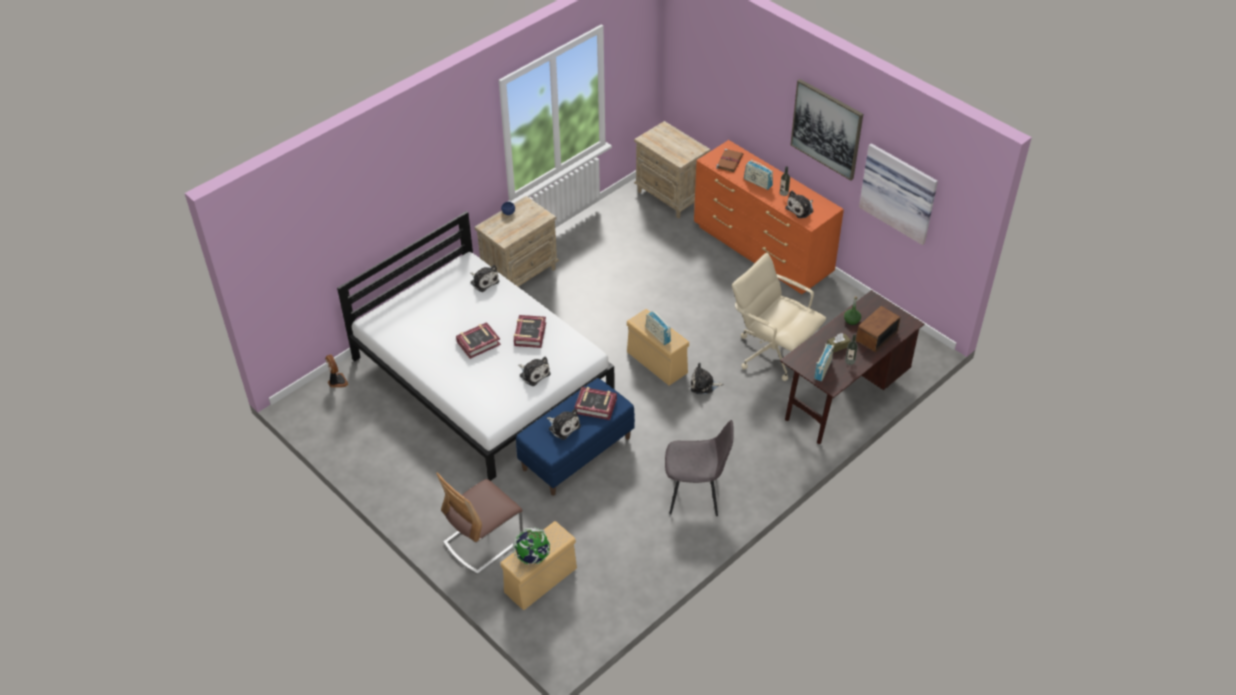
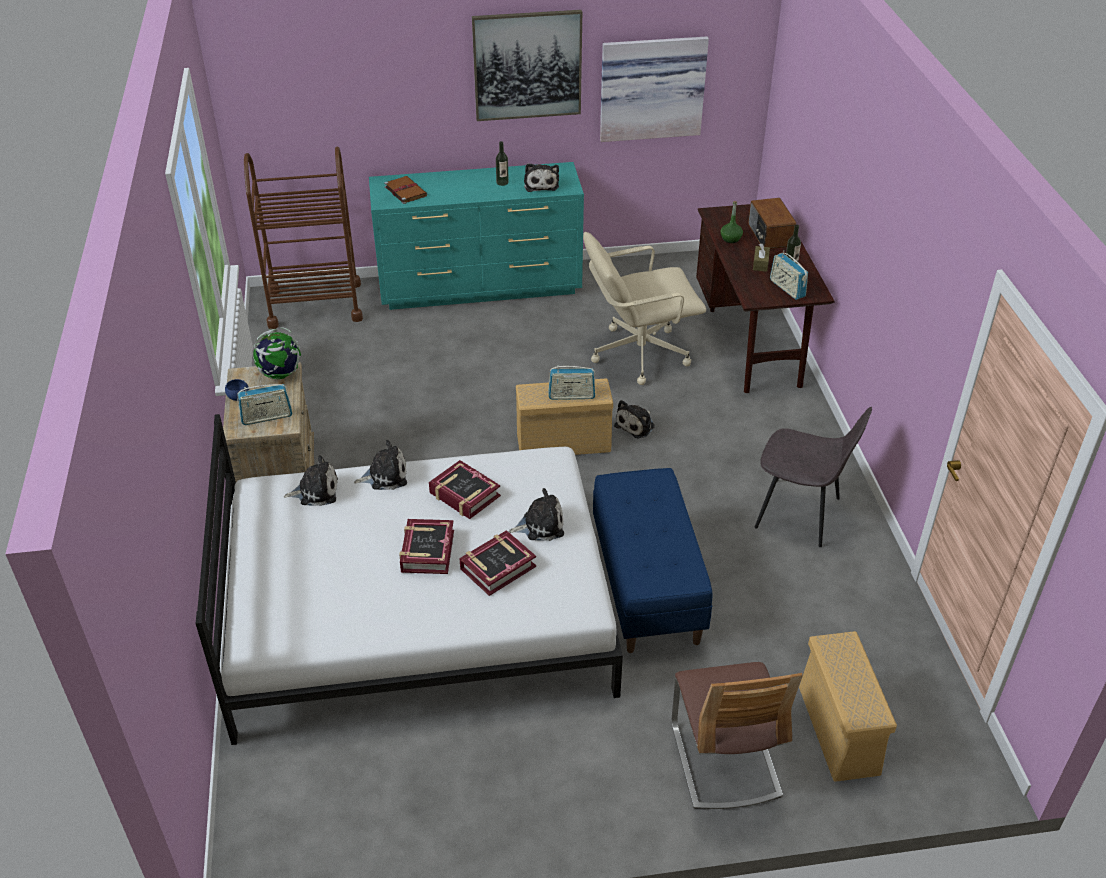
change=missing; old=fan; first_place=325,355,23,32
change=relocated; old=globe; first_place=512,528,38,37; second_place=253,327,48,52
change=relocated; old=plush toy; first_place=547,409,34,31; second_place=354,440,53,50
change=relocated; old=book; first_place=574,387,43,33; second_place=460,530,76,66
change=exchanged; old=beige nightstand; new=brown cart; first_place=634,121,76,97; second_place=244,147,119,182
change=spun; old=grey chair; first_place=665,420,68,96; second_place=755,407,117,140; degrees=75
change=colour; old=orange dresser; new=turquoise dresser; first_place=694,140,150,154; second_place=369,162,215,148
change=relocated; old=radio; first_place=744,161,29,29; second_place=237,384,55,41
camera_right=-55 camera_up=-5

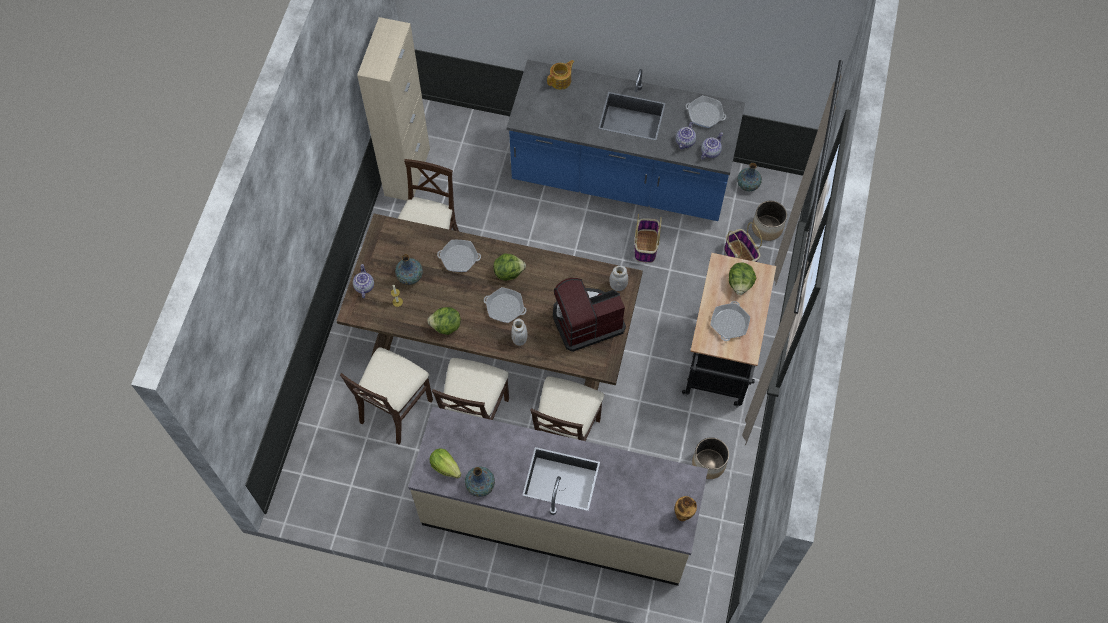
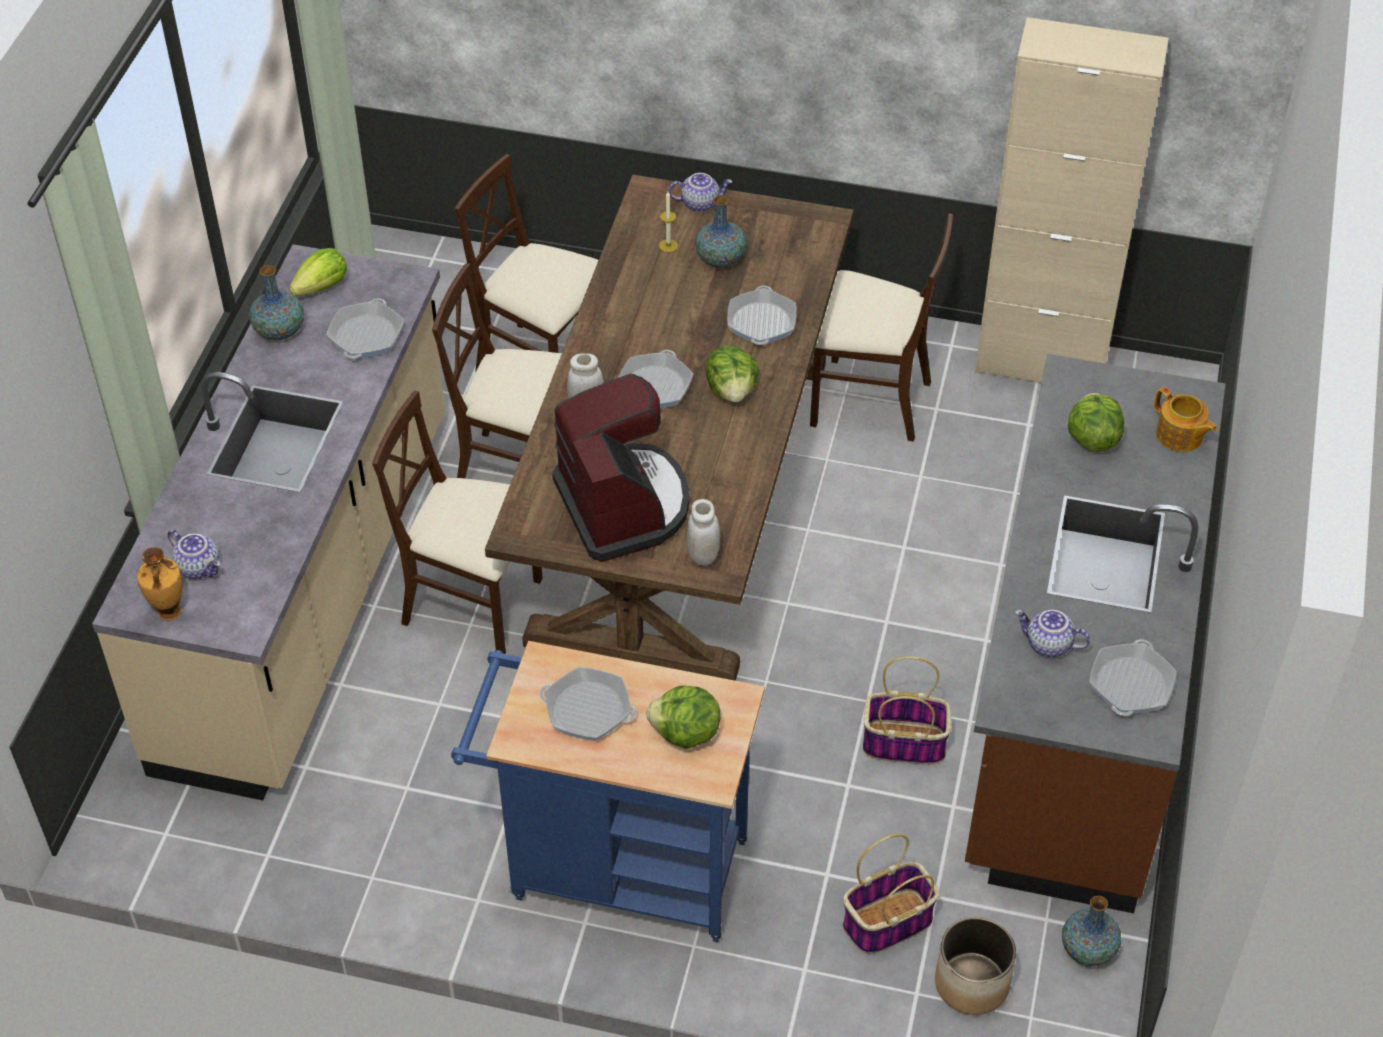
change=relocated; old=lettuce; first_place=427,307,34,28; second_place=1068,393,56,58
change=colour; old=blue counter; new=brown counter; first_place=507,60,238,161; second_place=965,354,261,559
change=colour; old=black cart; new=blue cart; first_place=682,253,94,155; second_place=451,641,314,301
change=missing; old=planter; first_place=692,437,37,42
change=relocated; old=teapot; first_place=701,132,22,27; second_place=167,529,54,50
change=appeared; new=frying pan; second_place=326,298,78,61
camera_right=90 camera_up=-15

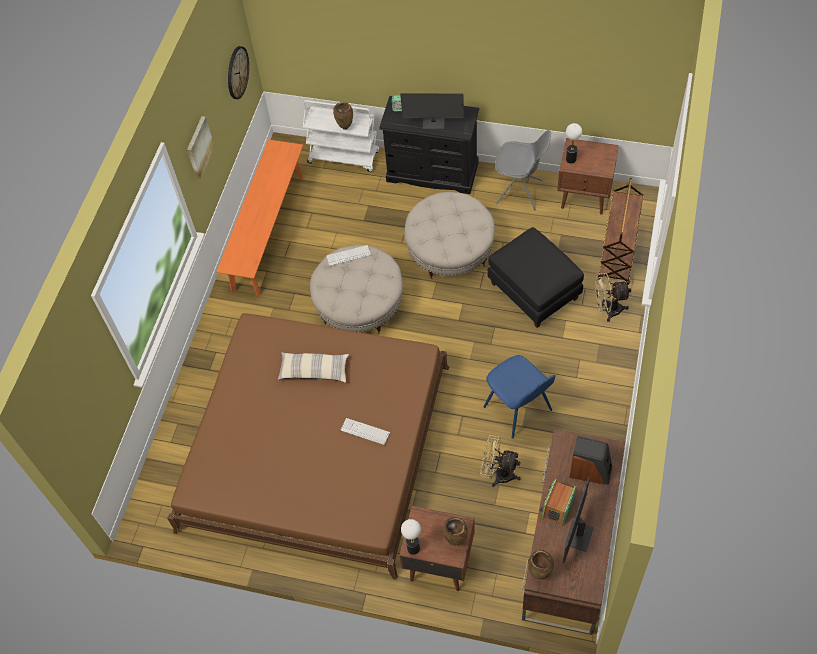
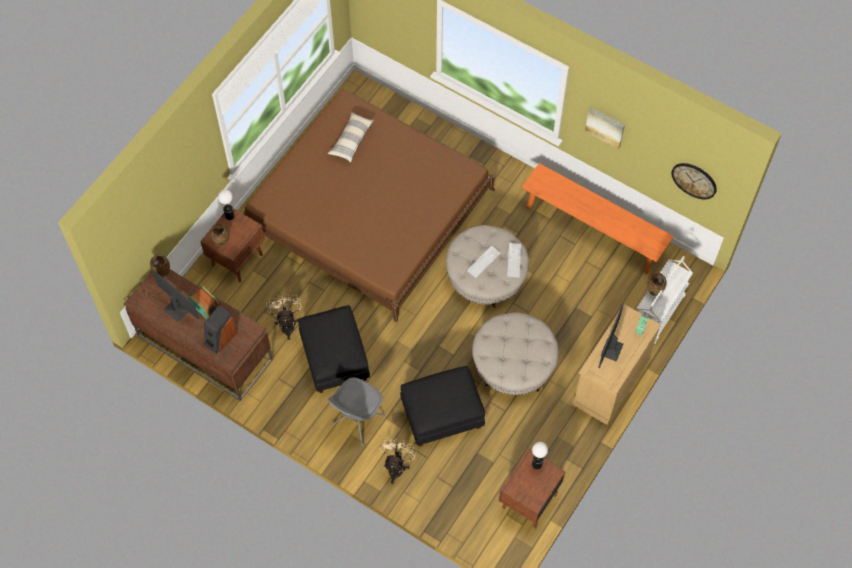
change=relocated; old=pillow; first_place=278,352,71,31; second_place=328,112,46,50
change=relocated; old=keyboard; first_place=340,418,50,27; second_place=467,245,33,33
change=colour; old=black dresser; new=beige dresser; first_place=379,96,100,98; second_place=572,304,89,121
change=spun; old=beige fan; first_place=480,435,41,52; second_place=266,293,36,47; degrees=-45
change=exchanged; old=blue chair; new=black ottoman; first_place=484,355,72,84; second_place=298,305,72,88
change=relocated; old=grey chair; first_place=495,130,56,81; second_place=328,377,57,69
change=missing; old=brown cart; first_place=598,178,46,107
camera_right=105 camera_up=5

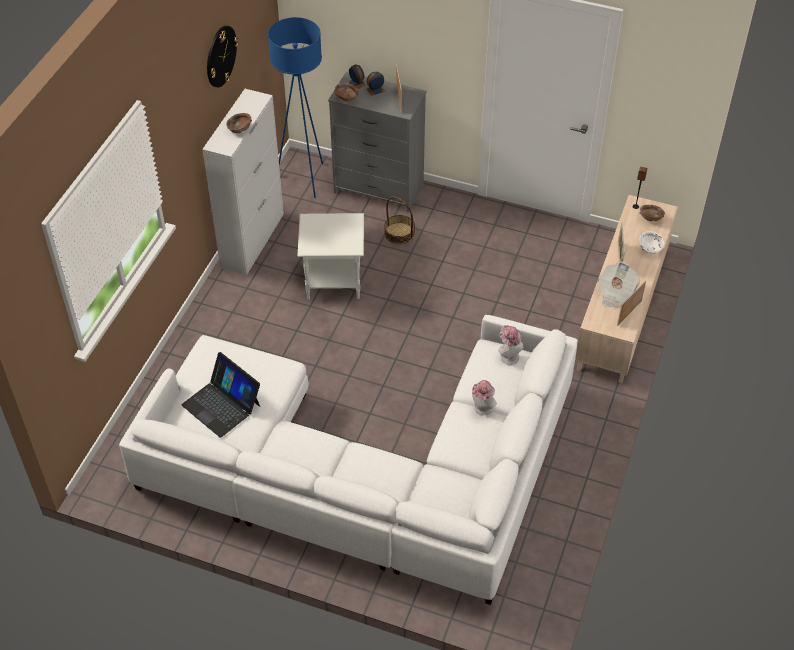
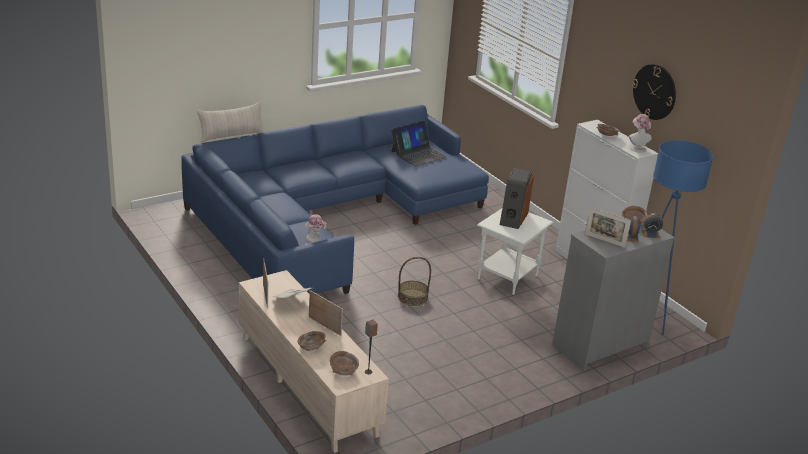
change=colour; old=white sofa; new=blue sofa; first_place=119,315,458,290; second_place=181,105,308,189
change=spun; old=laptop; first_place=181,352,79,86; second_place=391,121,56,46; degrees=150
change=relocated; old=basket; first_place=384,196,31,48; second_place=398,257,33,49
change=relocated; old=hat; first_place=472,380,25,35; second_place=629,114,23,39
change=colour; old=white bowl; new=brown bowl; first_place=639,231,25,23; second_place=298,331,28,20
change=appeared; new=beige pillow; second_place=197,102,67,41
change=appeared; new=speaker; second_place=500,168,34,61
camera_right=125 camera_up=-20

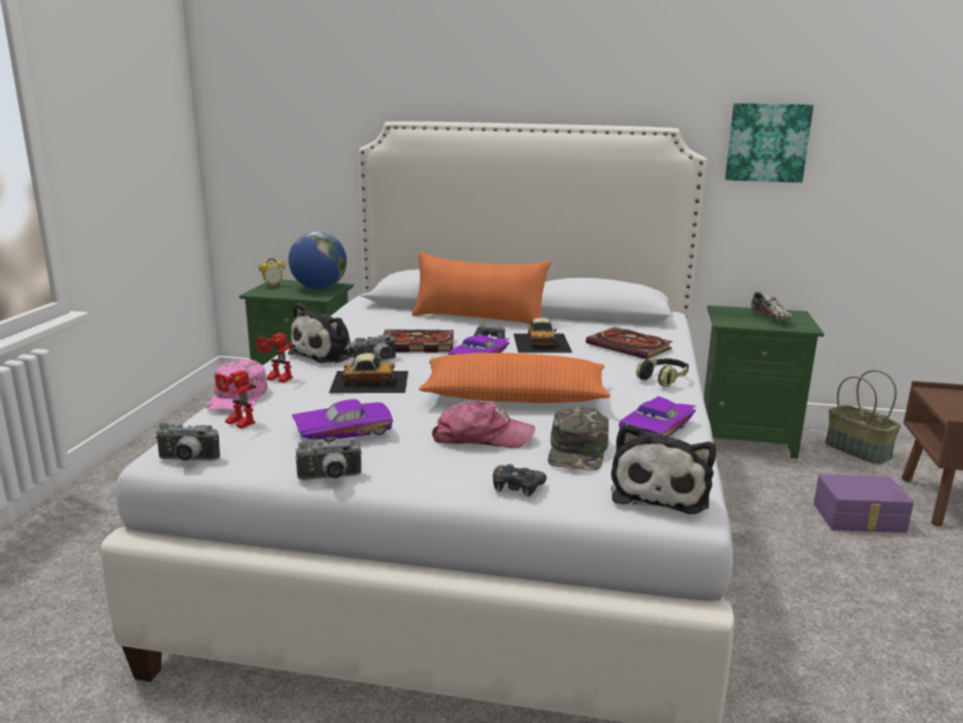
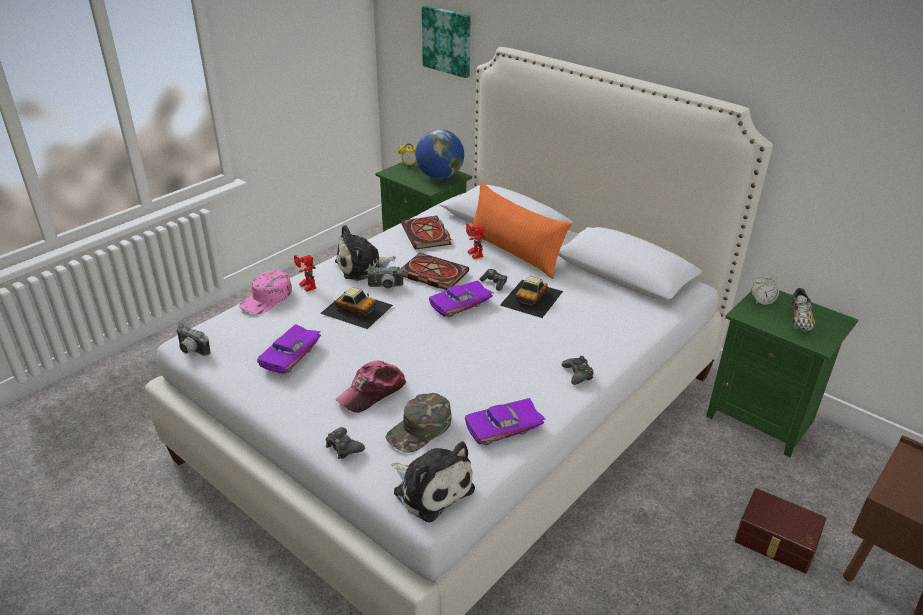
change=relocated; old=toy robot; first_place=215,370,41,59; second_place=466,224,19,35
change=spun; old=purple toy car; first_place=292,399,101,43; second_place=257,324,64,50; degrees=105
change=missing; old=photo camera; first_place=295,439,67,41
change=missing; old=orange pillow; first_place=419,353,191,50
change=spun; old=cap; first_place=432,401,103,47; second_place=336,361,70,52; degrees=105
change=relocated; old=book; first_place=586,327,87,32; second_place=401,216,51,34
change=spun; old=plush toy; first_place=611,423,105,91; second_place=392,441,83,82; degrees=-90
change=exchanged; old=headphones; new=black game controller; first_place=636,358,53,29; second_place=562,356,31,29
change=relocated; old=picture; first_place=725,103,89,80; second_place=422,5,49,73
change=colour; old=purple storage box; new=brown storage box; first_place=814,474,100,59; second_place=735,488,91,86
change=missing; old=basket; first_place=825,370,76,94
change=appeared; new=alarm clock; second_place=751,273,28,32
camera_right=30 camera_up=15

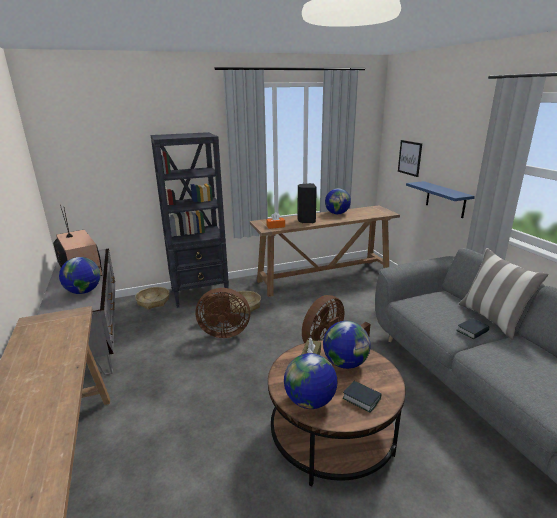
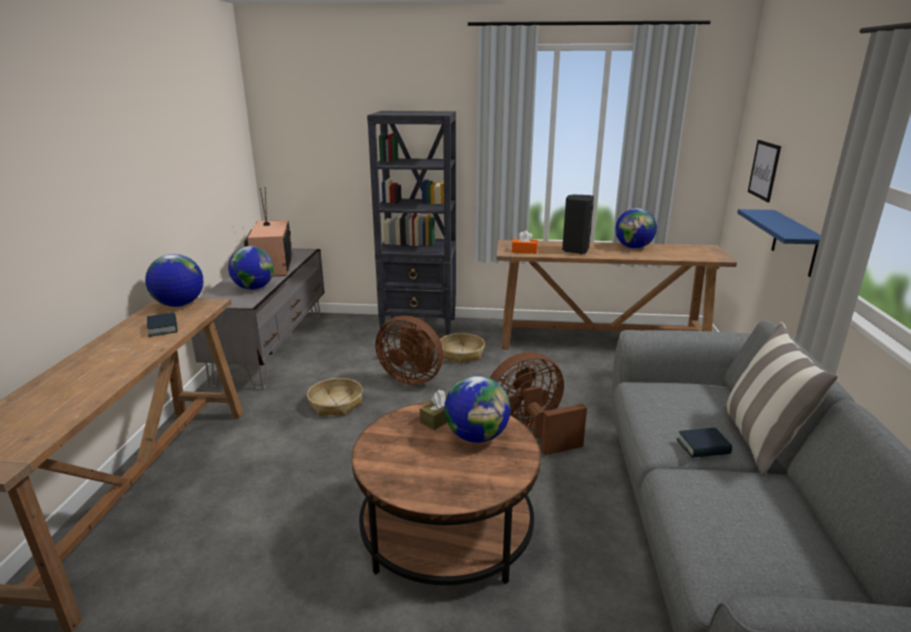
change=relocated; old=basket; first_place=135,287,34,22; second_place=307,378,56,38
change=relocated; old=globe; first_place=284,353,53,56; second_place=145,254,59,53
change=relocated; old=book; first_place=343,381,38,32; second_place=147,313,30,24
camera_right=25 camera_up=0

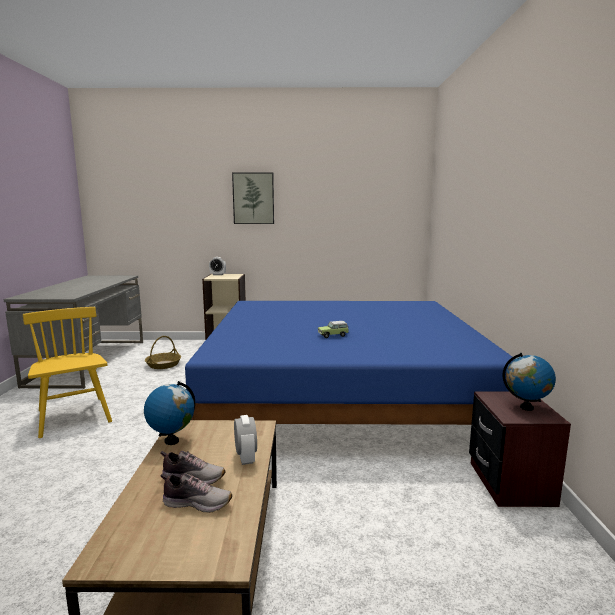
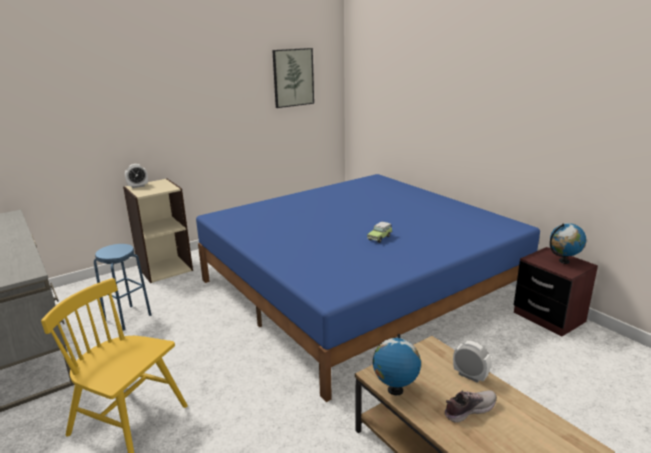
change=exchanged; old=basket; new=blue stool; first_place=145,336,36,33; second_place=94,244,57,87
change=missing; old=shoe; first_place=160,473,72,40
change=relocated; old=picture; first_place=232,172,42,52; second_place=272,48,42,60
camera_right=-35 camera_up=10

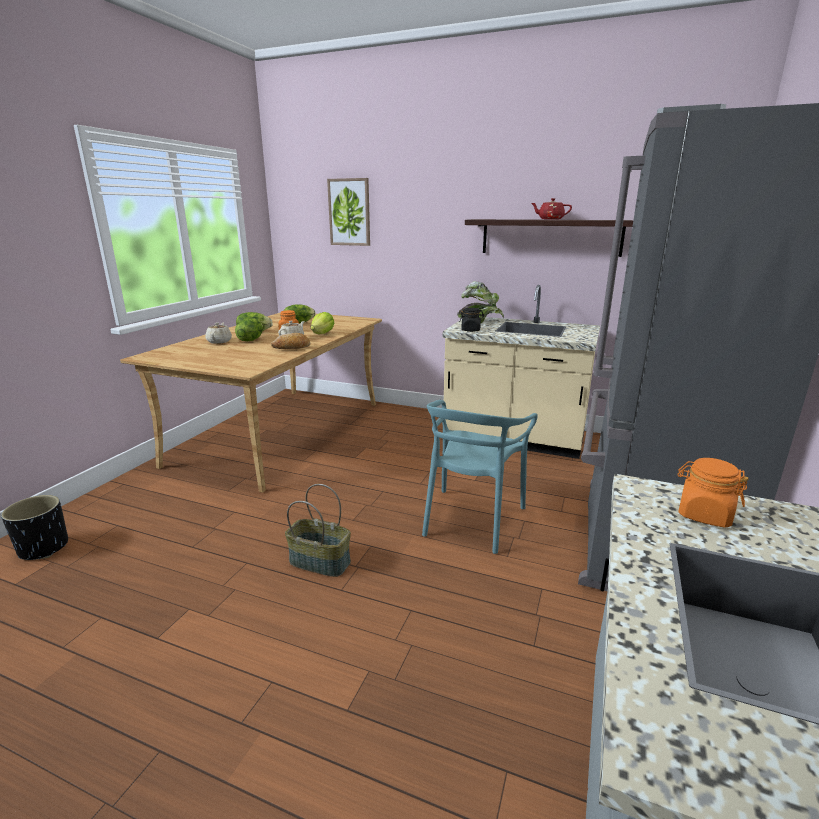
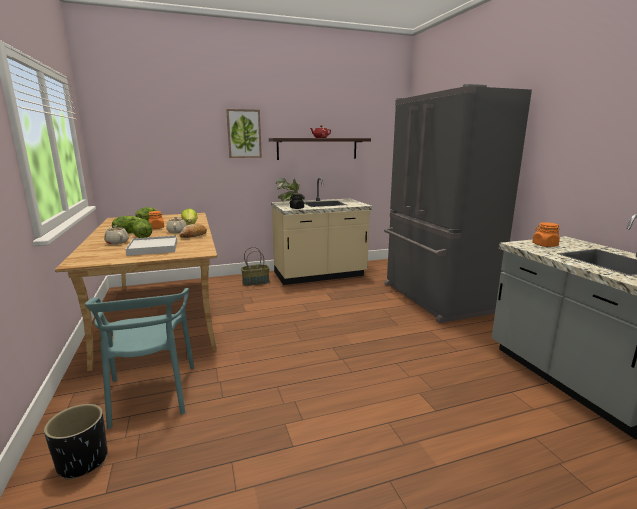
change=relocated; old=basket; first_place=285,484,66,93; second_place=241,247,29,39
change=relocated; old=picture; first_place=327,178,43,68; second_place=226,109,36,49
change=relocated; old=turquoise chair; first_place=422,400,116,154; second_place=85,288,109,141
change=appeared; new=white tray; second_place=126,236,51,20
camera_right=-40 camera_up=-5

